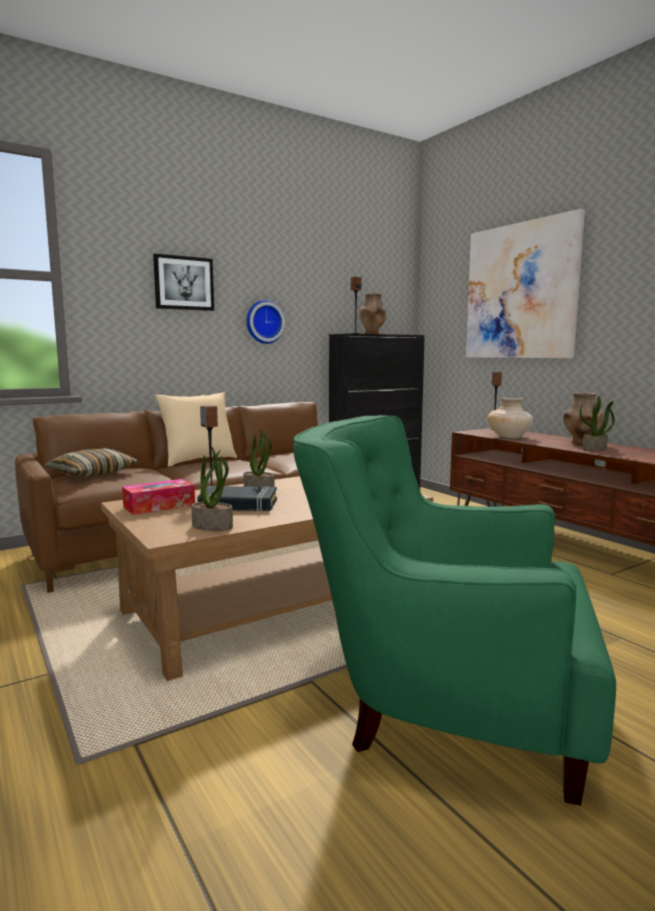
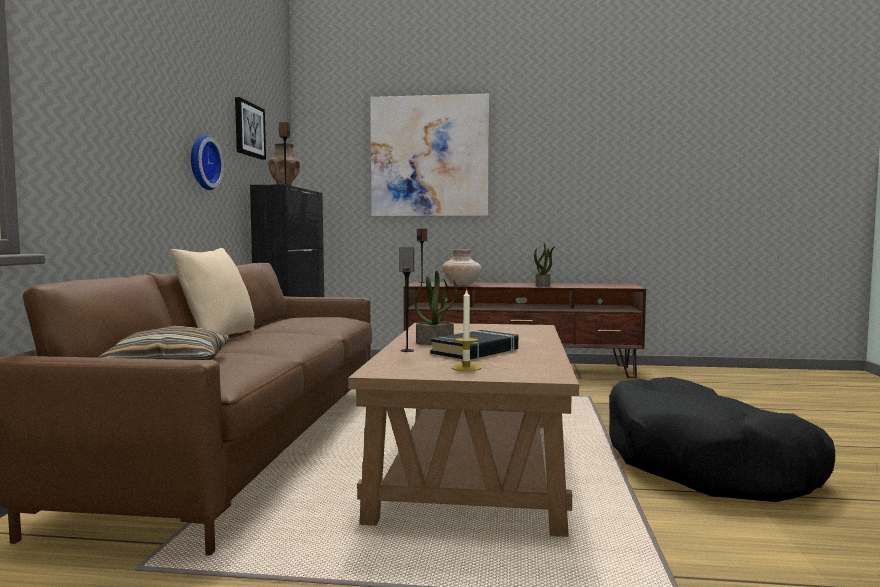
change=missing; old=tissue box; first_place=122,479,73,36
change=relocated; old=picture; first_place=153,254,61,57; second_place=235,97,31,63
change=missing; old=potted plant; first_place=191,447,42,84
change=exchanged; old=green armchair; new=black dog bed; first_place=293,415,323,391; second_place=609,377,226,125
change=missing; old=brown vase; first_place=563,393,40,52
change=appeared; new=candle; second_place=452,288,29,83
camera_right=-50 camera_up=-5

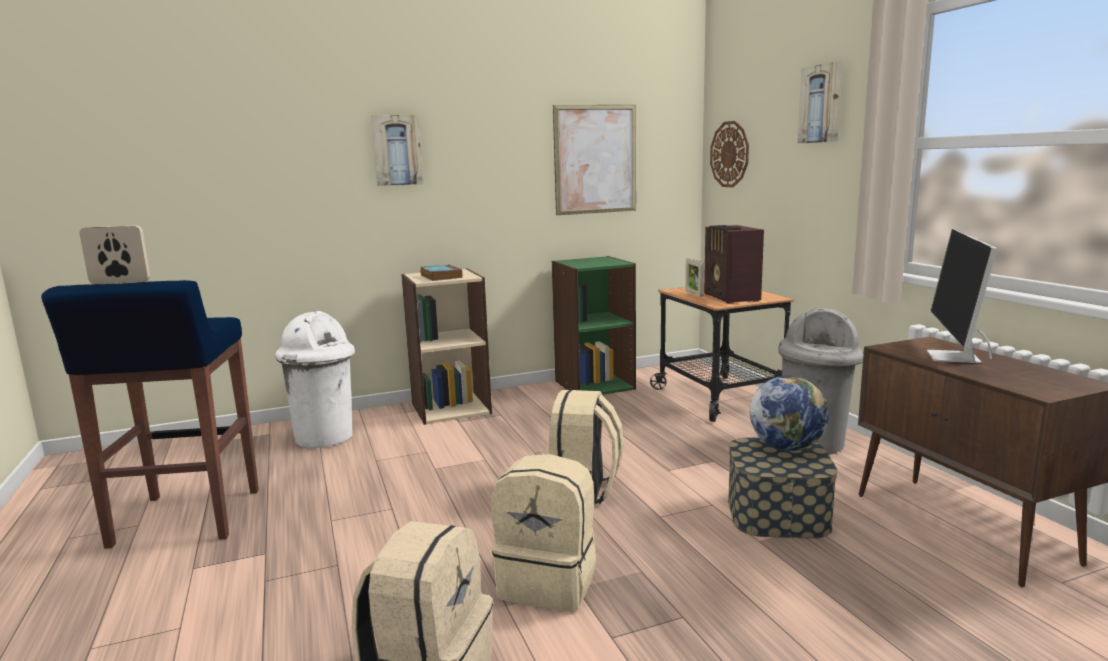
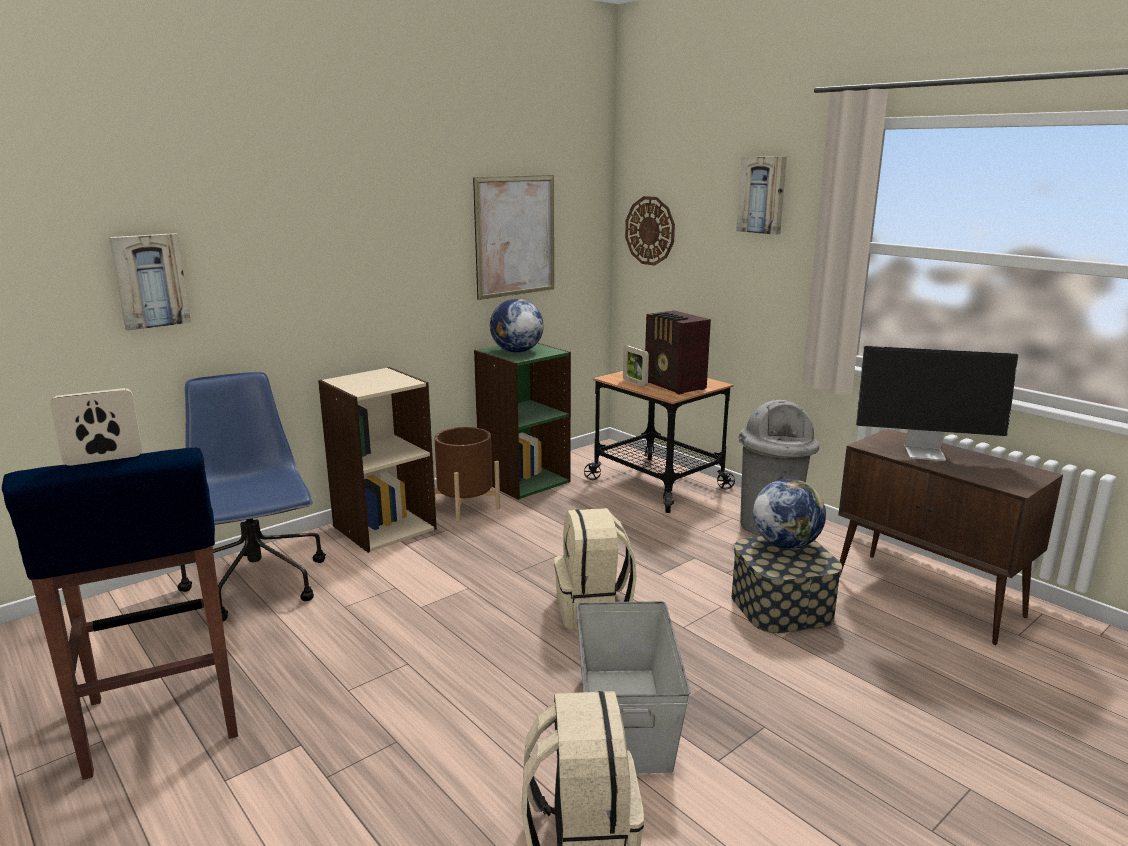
change=exchanged; old=white trash can; new=blue office chair; first_place=275,311,80,137; second_place=177,372,149,250
change=relocated; old=picture; first_place=371,115,52,71; second_place=109,233,82,98
change=missing; old=book; first_place=420,264,42,17
change=exchanged; old=beige backpack; new=grey storage box; first_place=491,454,105,158; second_place=576,601,115,173
change=spun; old=monitor; first_place=927,229,71,134; second_place=856,346,163,115; degrees=-75
change=appeared; new=brown planter; second_place=433,427,67,95
change=appeared; new=globe; second_place=490,299,54,54
camera_right=-20 camera_up=5

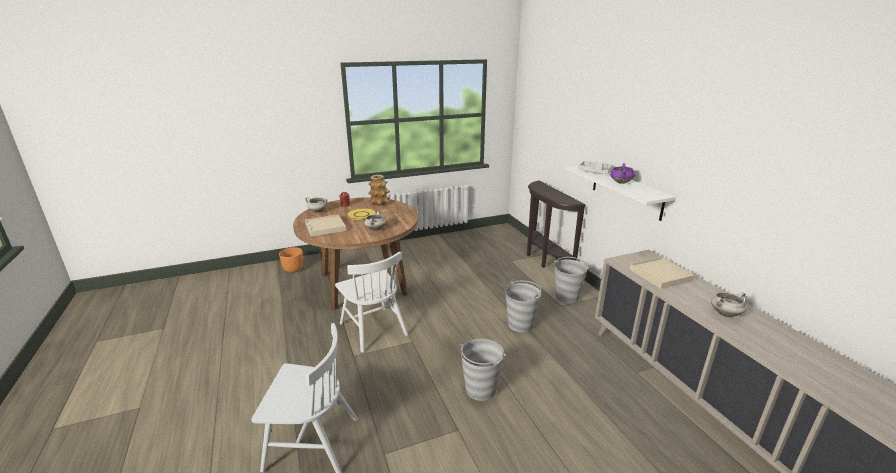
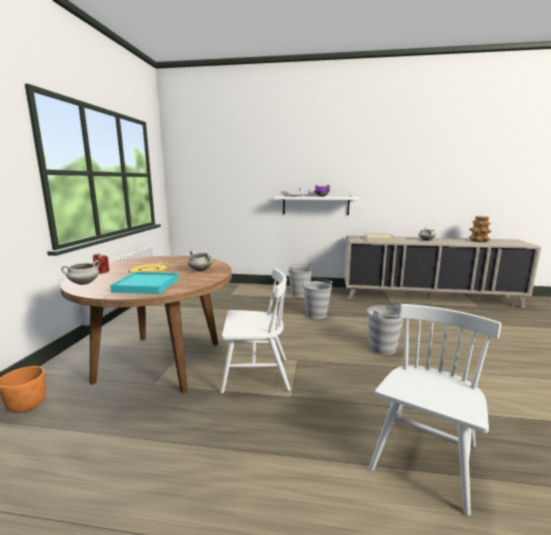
change=colour; old=beige tray; new=turquoise tray; first_place=305,214,41,23; second_place=110,272,68,22
change=relocated; old=vase; first_place=368,175,22,31; second_place=469,216,22,26
change=missing; old=brown console table; first_place=527,181,59,87
camera_right=-60 camera_up=-10

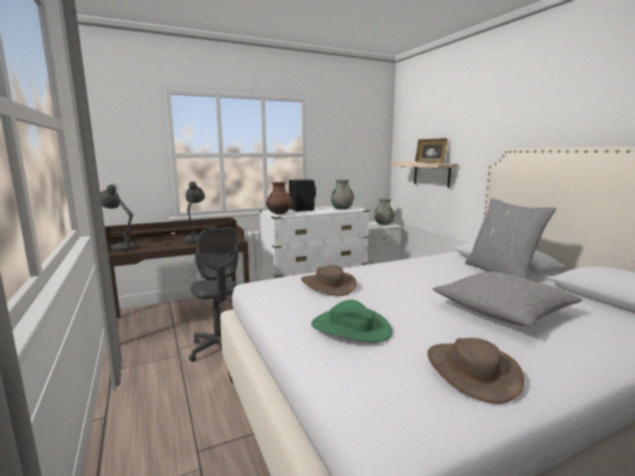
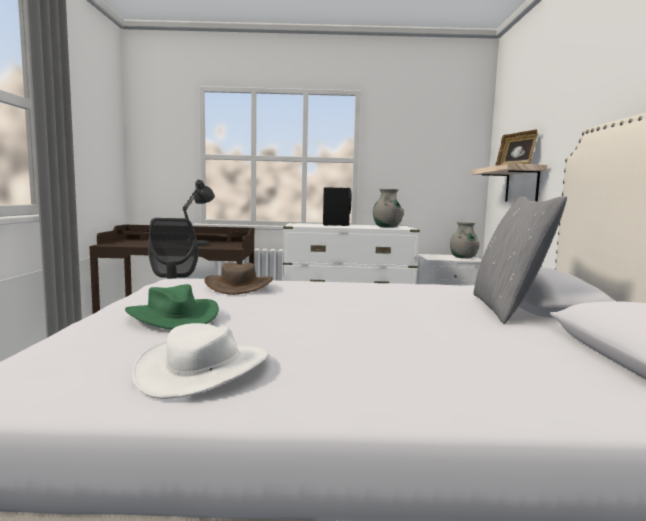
change=missing; old=grey table lamp; first_place=100,184,42,67
change=missing; old=brown vase; first_place=266,182,27,32
change=colour; old=brown hat; new=white hat; first_place=427,338,97,66; second_place=131,323,138,76
change=missing; old=grey pillow; first_place=432,271,150,55
camera_right=25 camera_up=-5

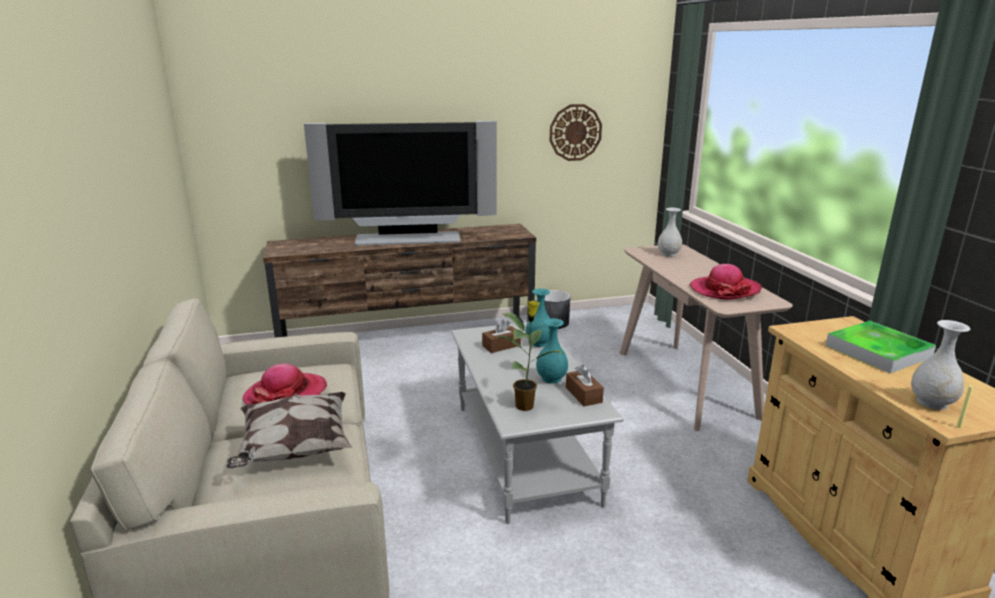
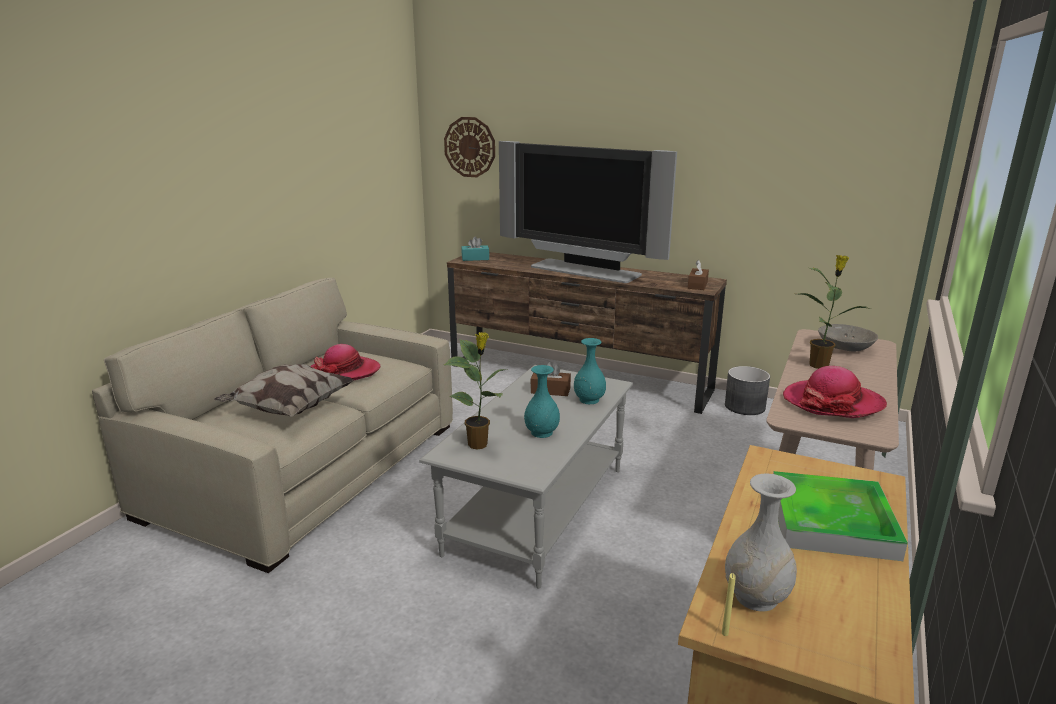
change=relocated; old=wall clock; first_place=550,104,52,57; second_place=444,117,51,60
change=relocated; old=brown tissue box; first_place=566,365,38,41; second_place=688,260,21,30
change=exchanged; old=white vase; new=grey bowl; first_place=658,208,24,49; second_place=818,324,60,27
change=appeared; new=turquoise tissue box; second_place=461,237,28,24
change=appeared; new=potted plant; second_place=799,255,72,114
camera_right=40 camera_up=0

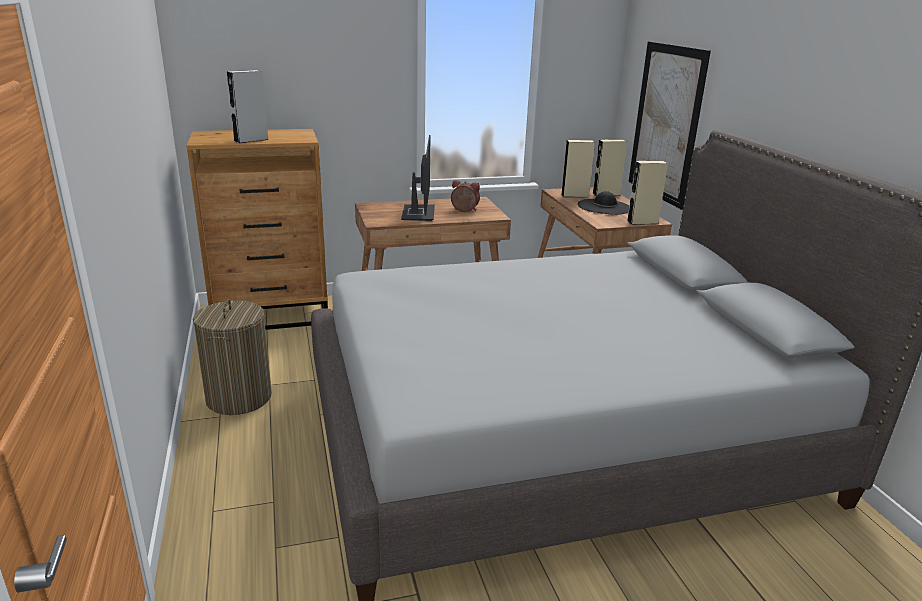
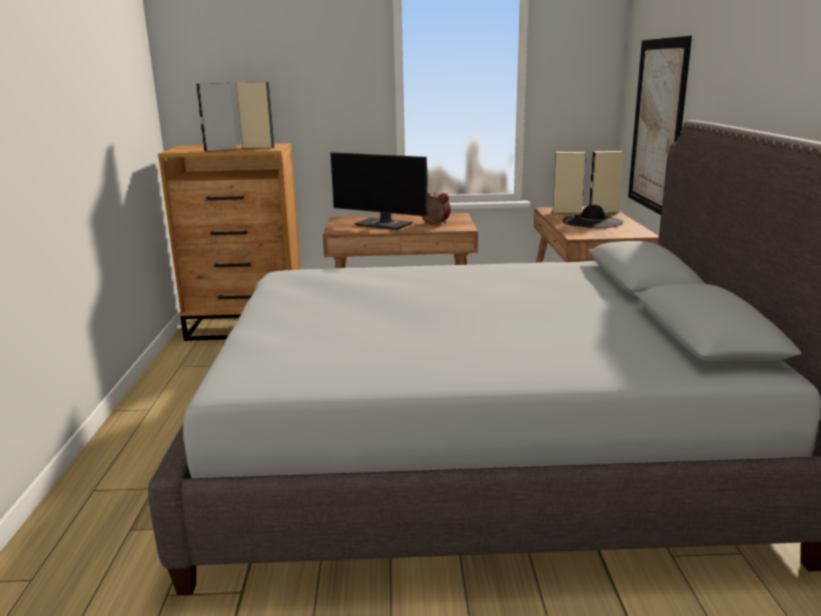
change=missing; old=laundry basket; first_place=193,299,79,116
change=spun; old=monitor; first_place=401,135,34,86; second_place=330,152,98,78; degrees=105
change=relocated; old=beige speaker; first_place=627,161,41,64; second_place=236,82,39,67
camera_right=15 camera_up=-5

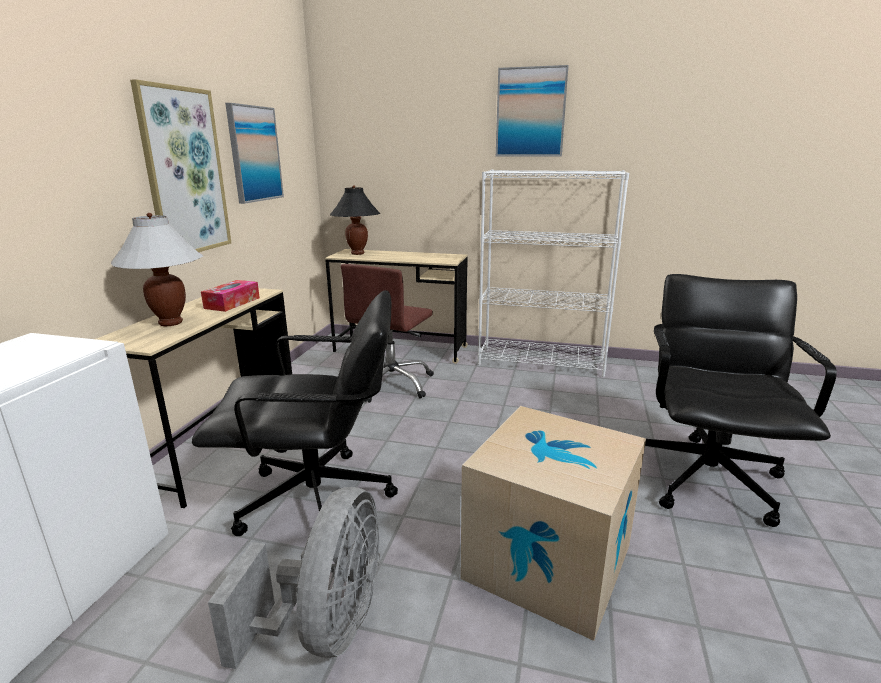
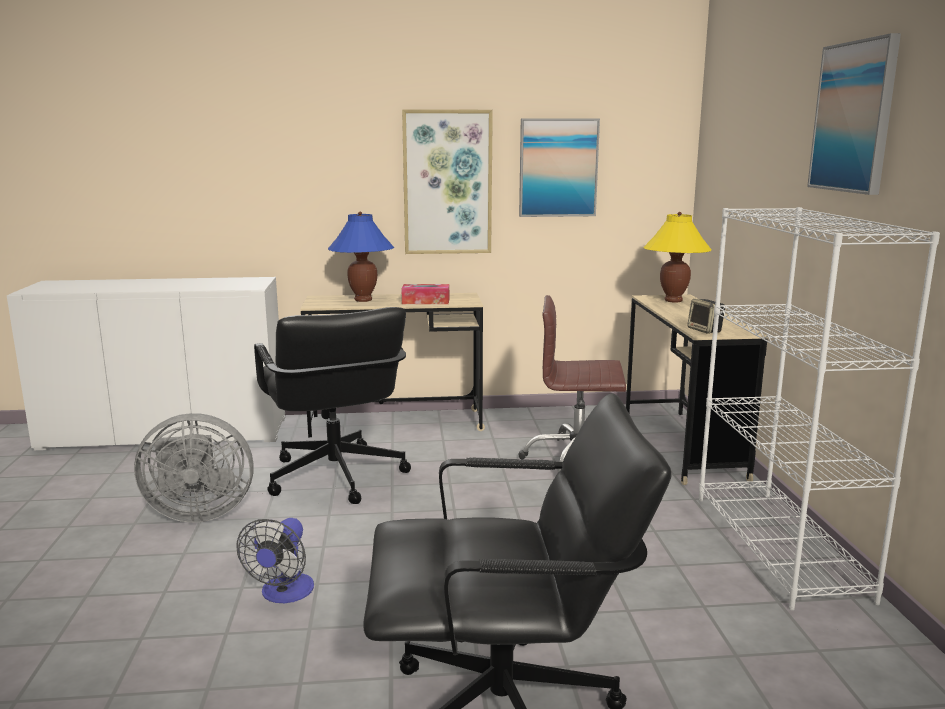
change=colour; old=white table lamp; new=blue table lamp; first_place=111,213,92,113; second_place=328,212,67,90
change=colour; old=black table lamp; new=yellow table lamp; first_place=330,185,51,70; second_place=643,212,69,91
change=exchanged; old=cardboard box; new=fan; first_place=460,406,186,235; second_place=236,518,78,85
change=appeared; new=speaker; second_place=687,299,38,35
camera_right=70 camera_up=-5

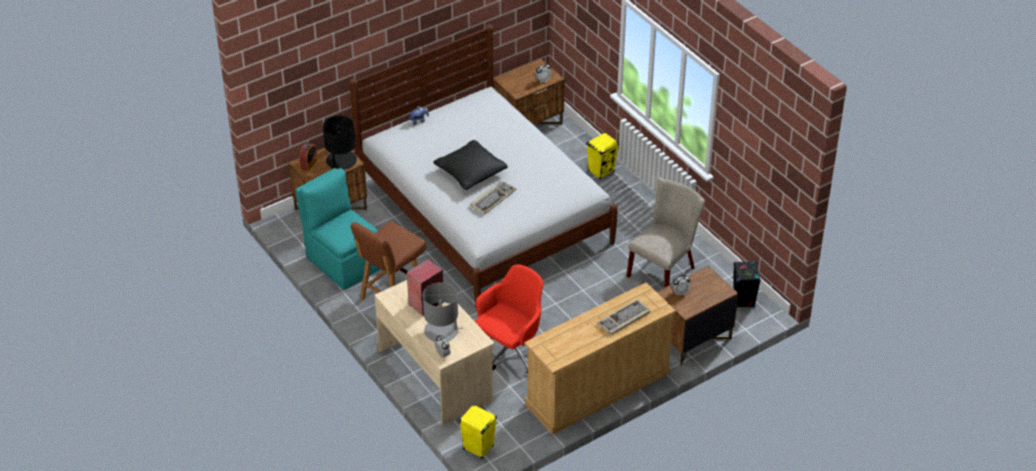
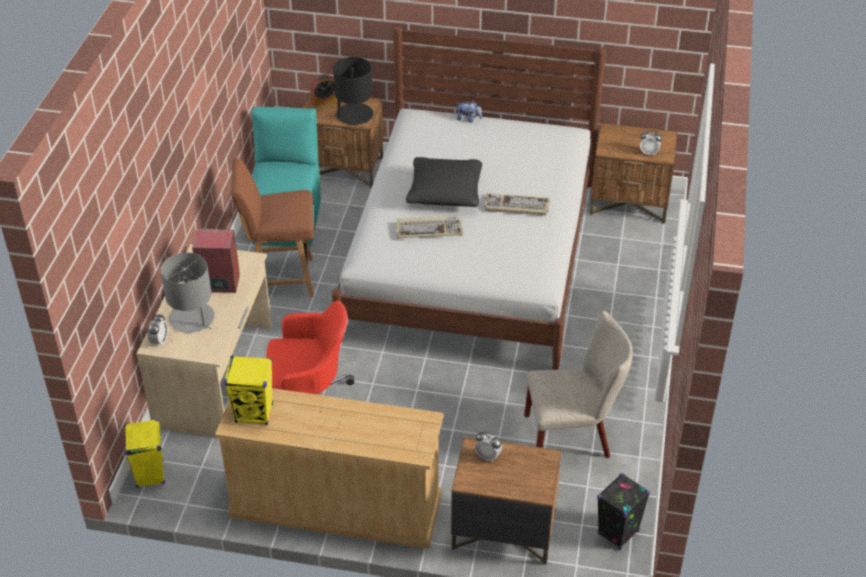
change=relocated; old=yellow speaker; first_place=586,132,33,47; second_place=224,356,49,69
change=relocated; old=keyboard; first_place=597,299,53,36; second_place=484,193,66,22
camera_right=45 camera_up=0

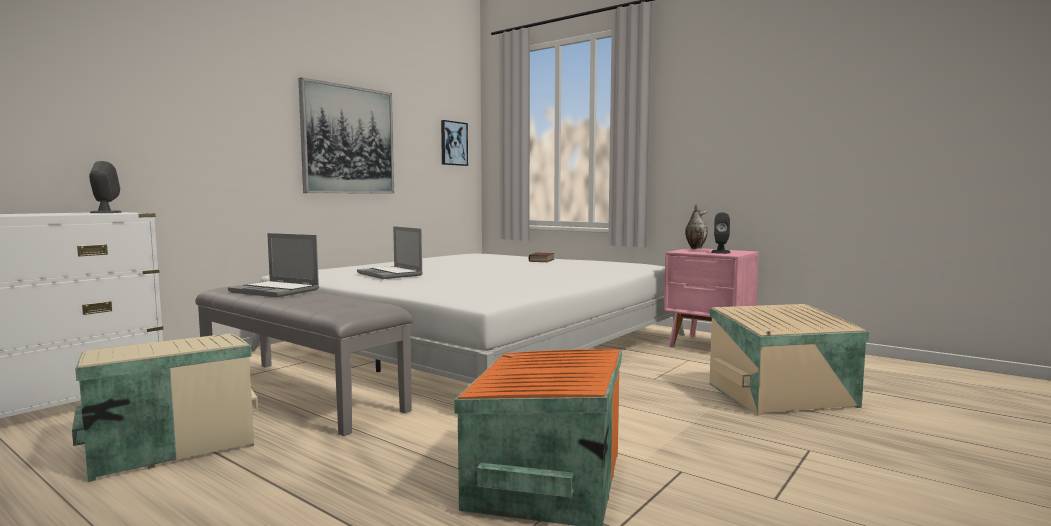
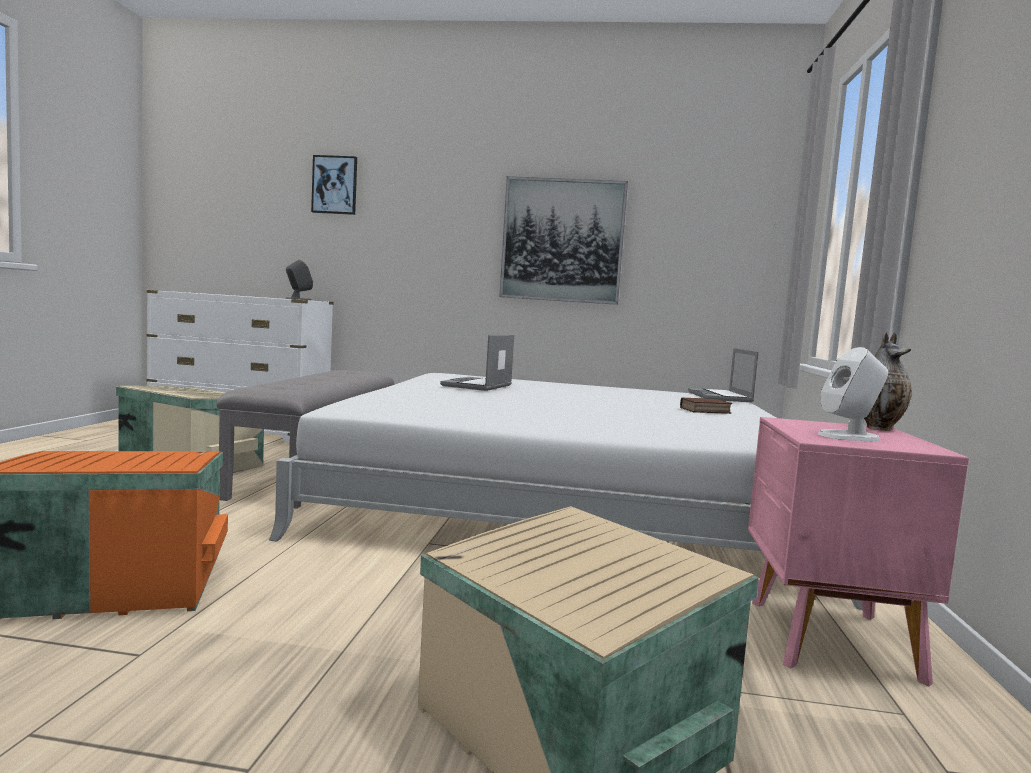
change=relocated; old=laptop; first_place=228,233,91,64; second_place=688,348,71,54
change=relocated; old=picture; first_place=441,120,27,46; second_place=311,155,46,60
change=colour; old=black speaker; new=white speaker; first_place=712,213,19,41; second_place=818,347,70,94
camera_right=60 camera_up=0

